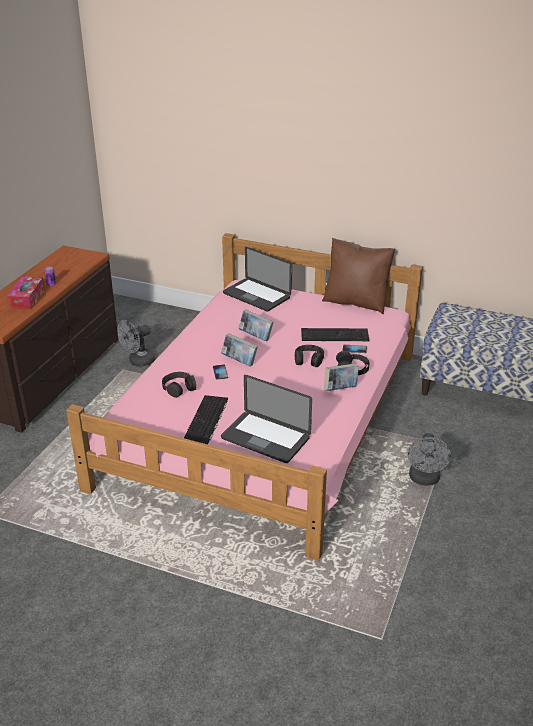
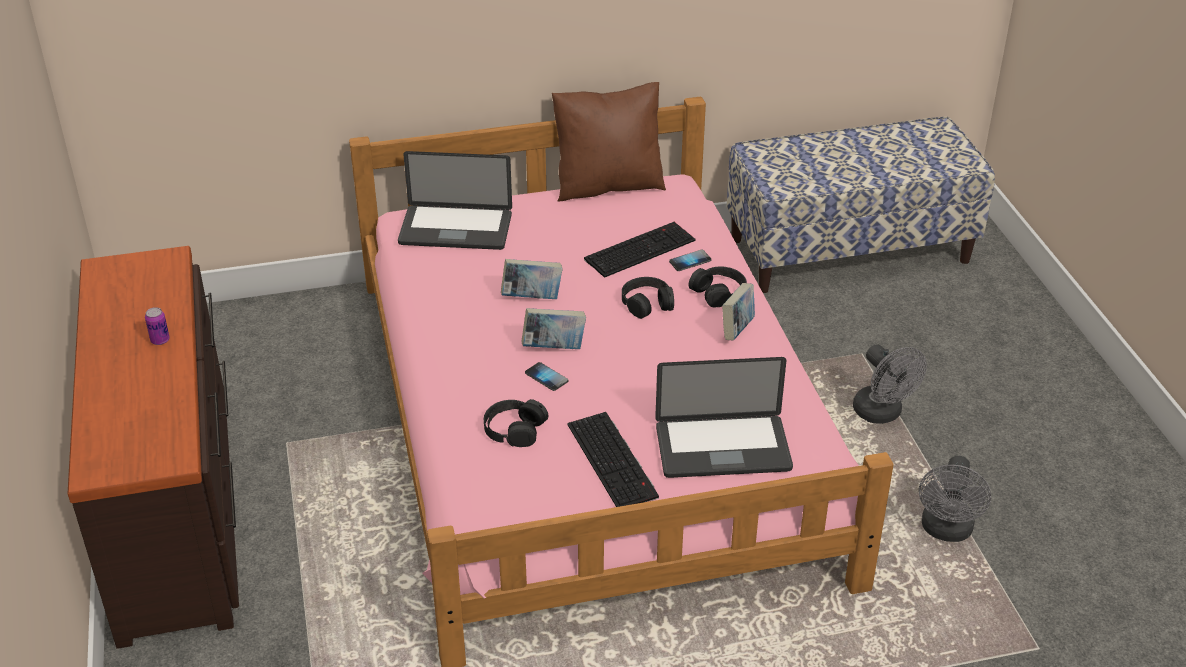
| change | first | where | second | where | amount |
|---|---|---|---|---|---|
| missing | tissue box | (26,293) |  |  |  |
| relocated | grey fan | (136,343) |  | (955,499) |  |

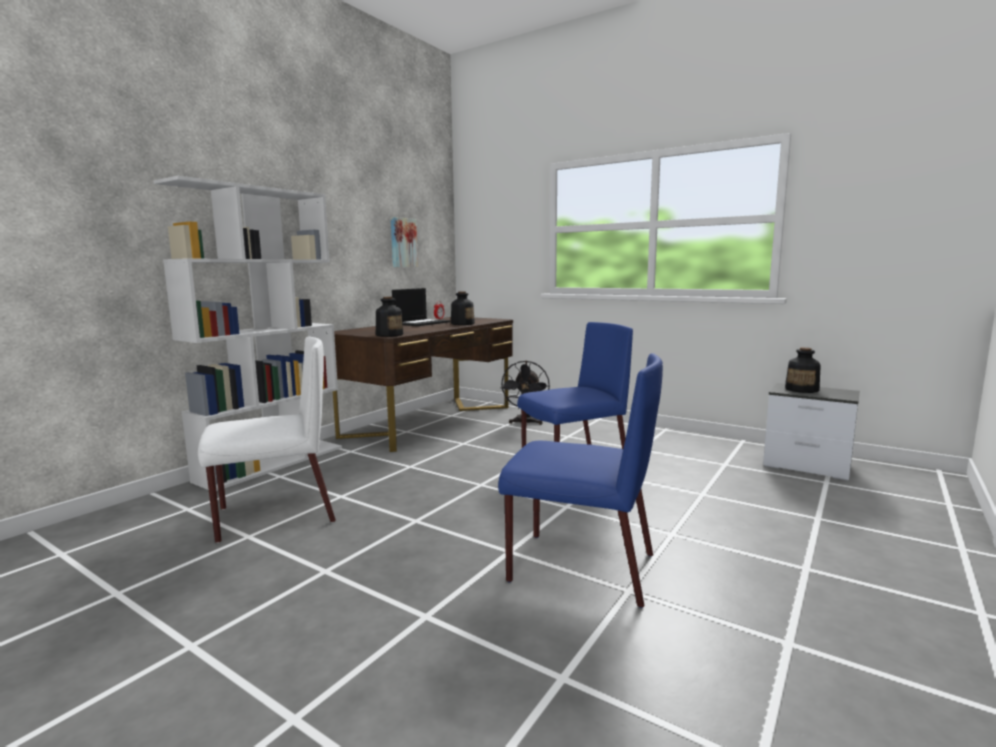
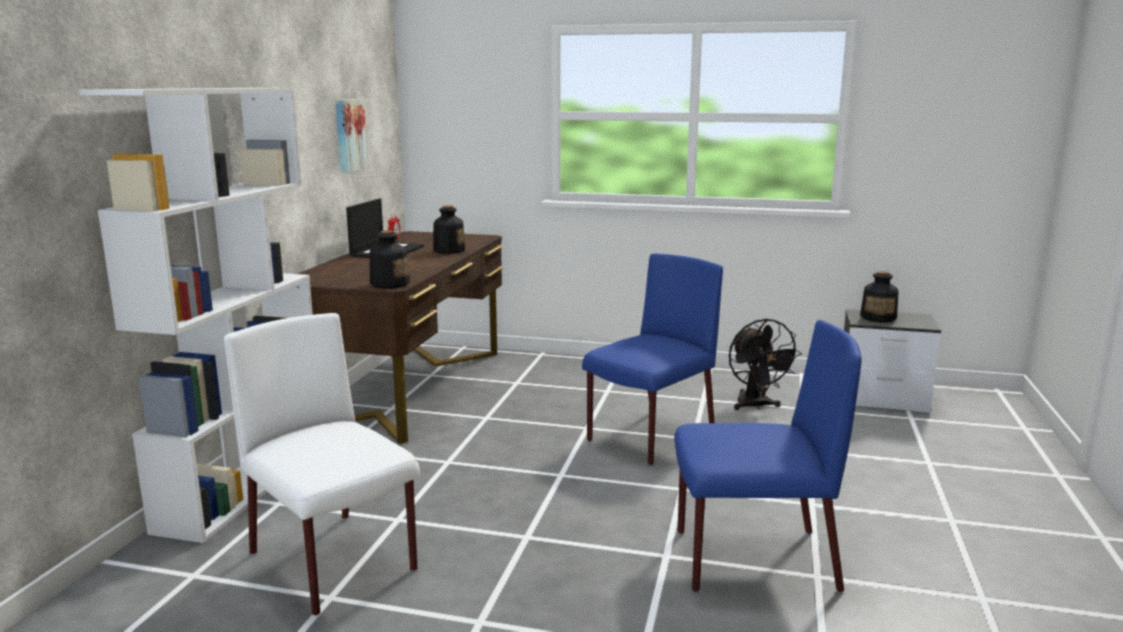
| change | first | where | second | where | amount |
|---|---|---|---|---|---|
| relocated | black fan | (525,393) |  | (765,364) |  |
| spun | white chair | (267,439) |  | (322,464) | 90 degrees counterclockwise |

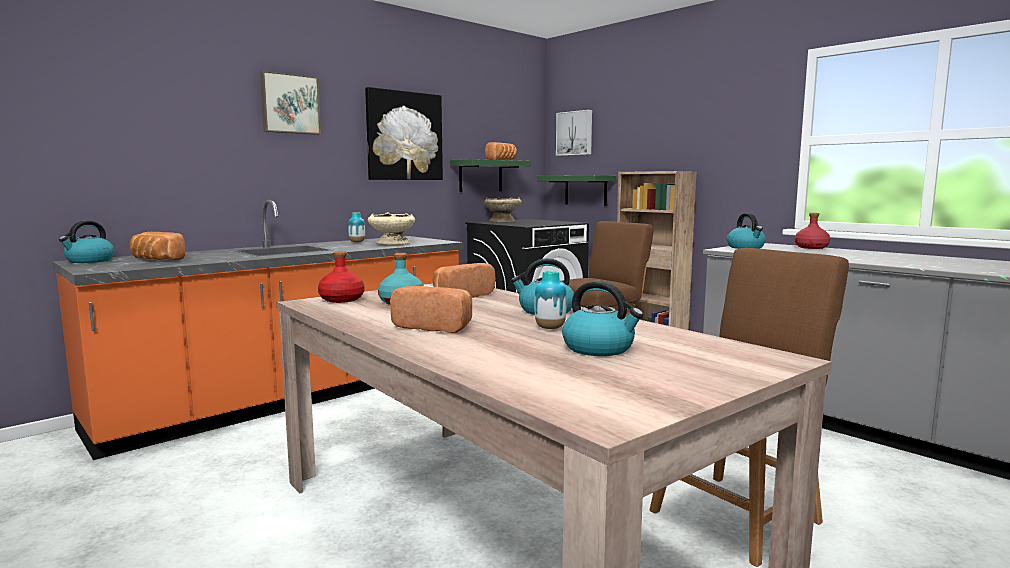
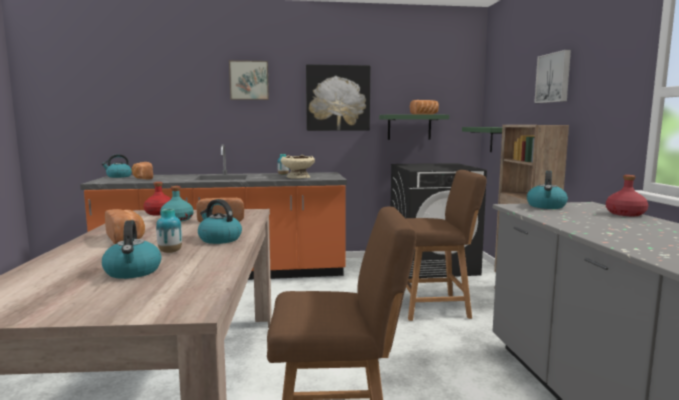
| change | first | where | second | where | amount |
|---|---|---|---|---|---|
| missing | beige bowl | (503,209) |  |  |  |
| relocated | picture | (574,133) |  | (552,76) |  |

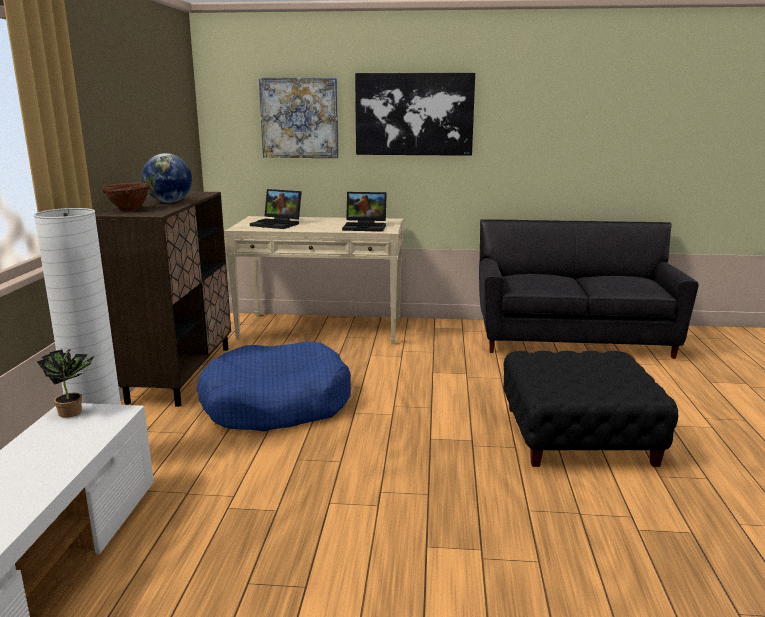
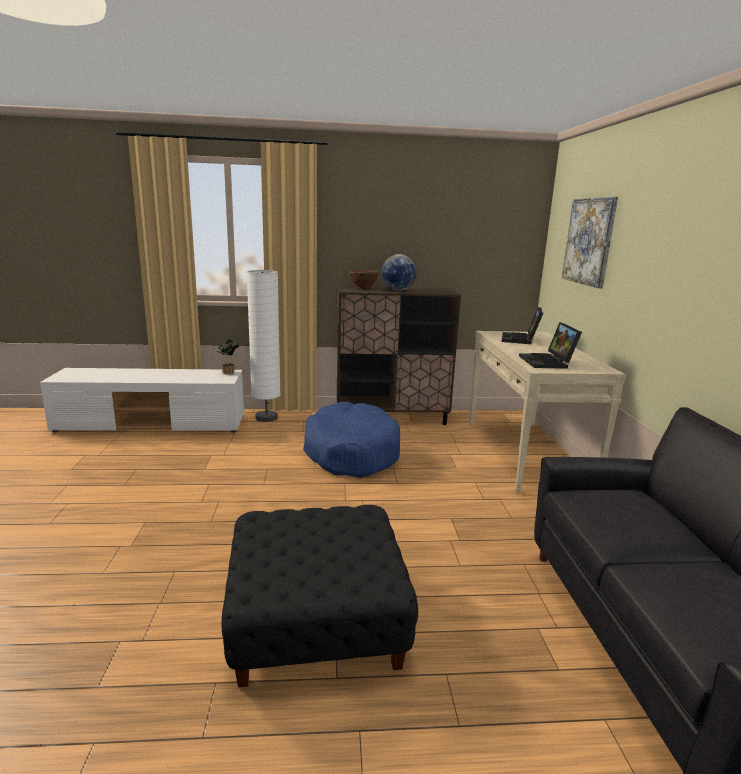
| change | first | where | second | where | amount |
|---|---|---|---|---|---|
| missing | picture | (415,114) |  |  |  |

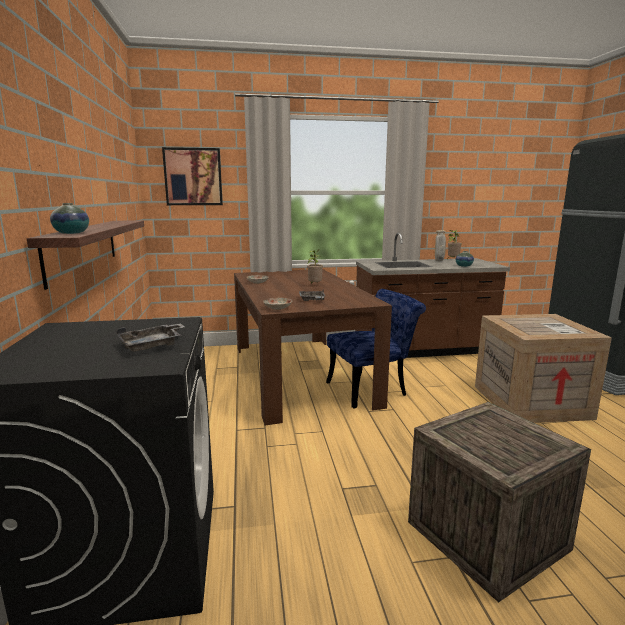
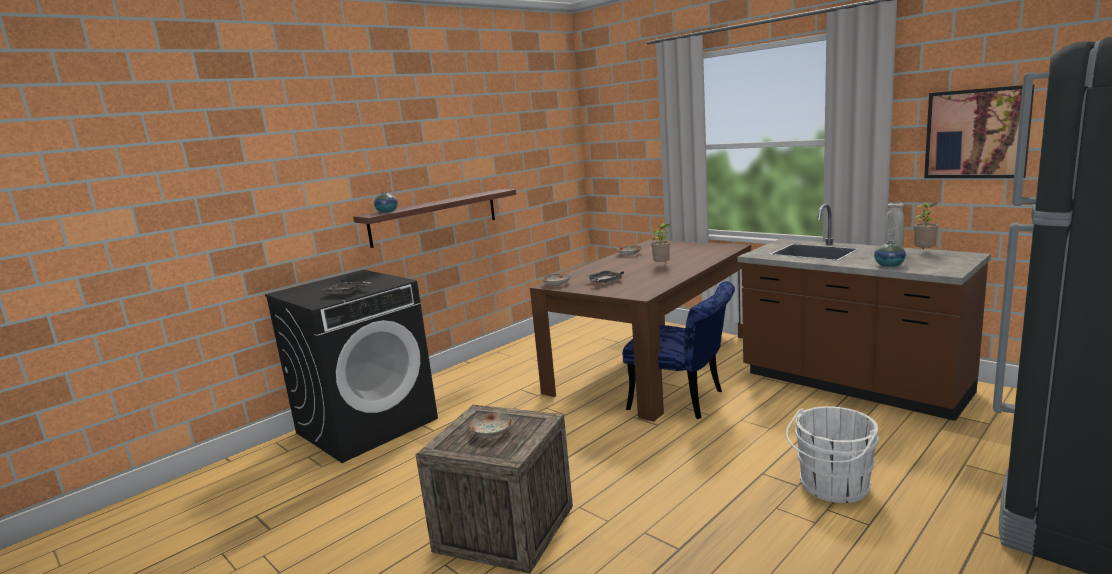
| change | first | where | second | where | amount |
|---|---|---|---|---|---|
| appeared |  |  | plate | (491,425) |  |
| relocated | picture | (192,176) |  | (979,131) |  |
| exchanged | crate | (543,368) | white bucket | (832,454) |  |

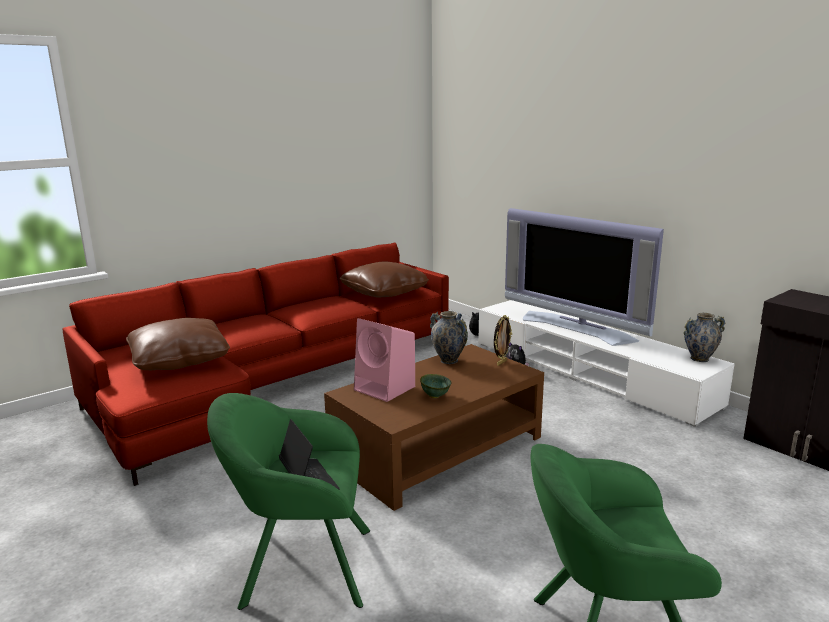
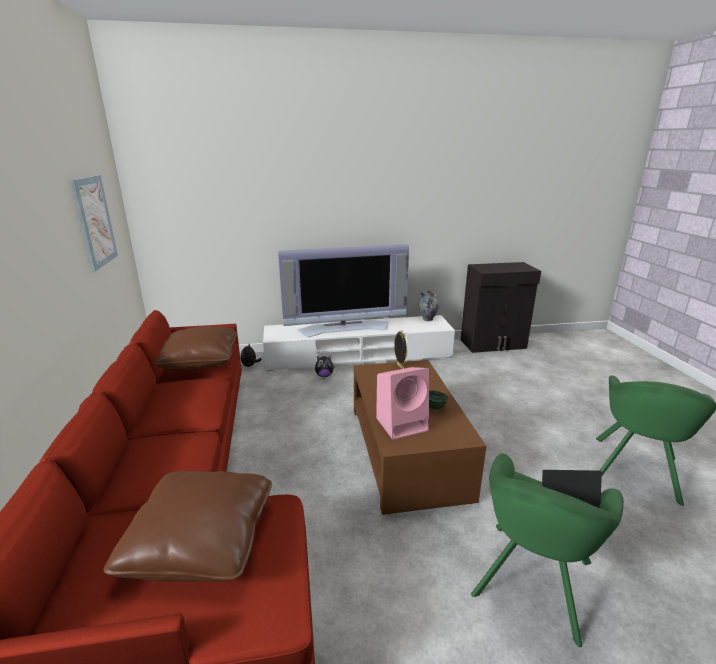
| change | first | where | second | where | amount |
|---|---|---|---|---|---|
| missing | vase | (449,337) |  |  |  |
| appeared |  |  | picture | (94,223) |  |

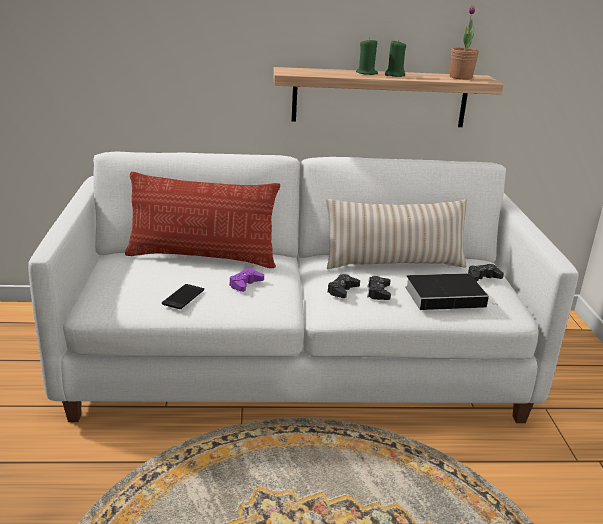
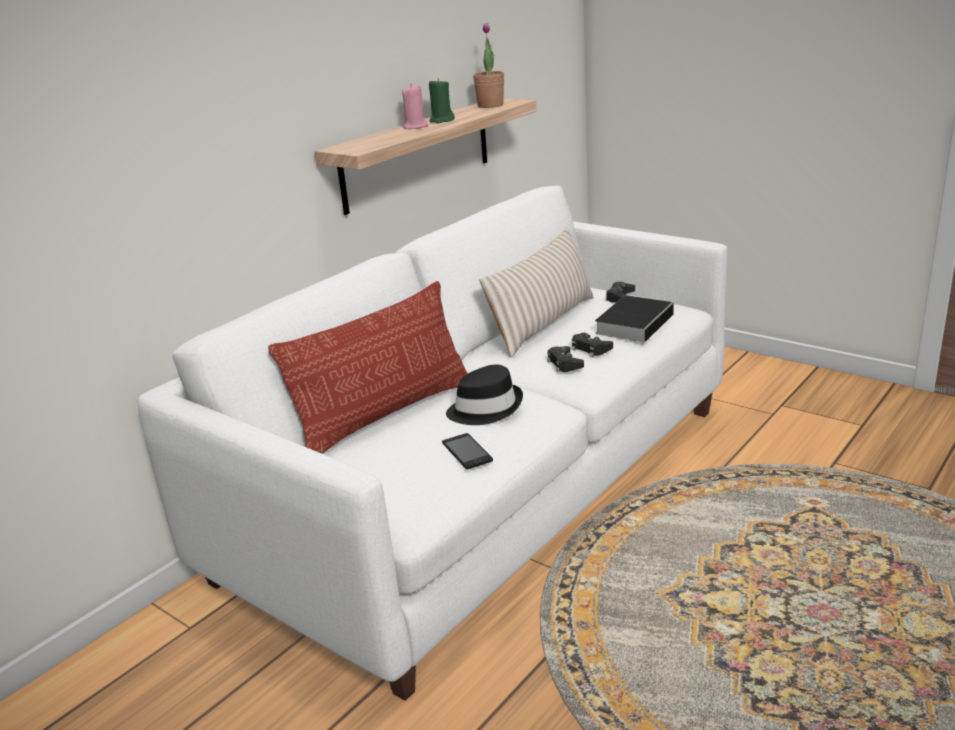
| change | first | where | second | where | amount |
|---|---|---|---|---|---|
| exchanged | purple game controller | (246,280) | black hat | (484,394) |  |
| colour | green candle | (367,56) | pink candle | (415,106) |  |

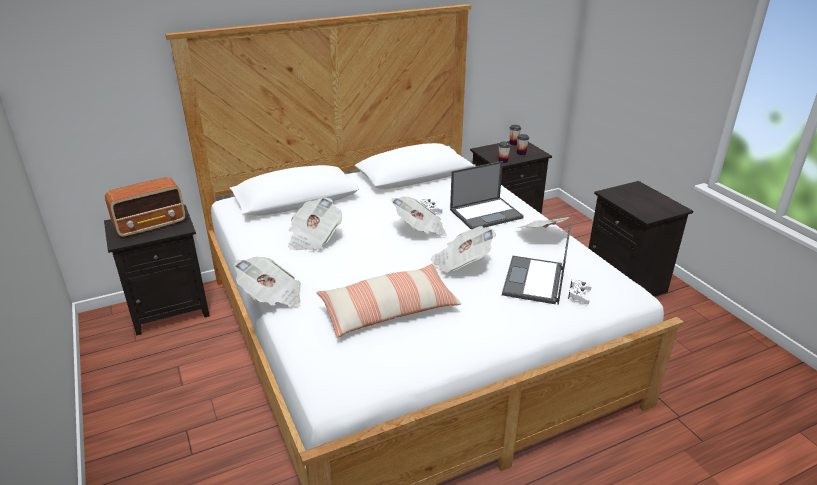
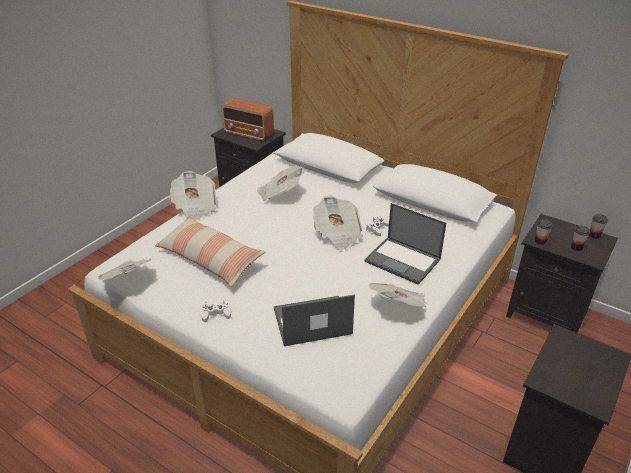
| change | first | where | second | where | amount |
|---|---|---|---|---|---|
| relocated | newspaper | (463,250) |  | (125,269) |  |
| relocated | white game controller | (580,291) |  | (216,311) |  |

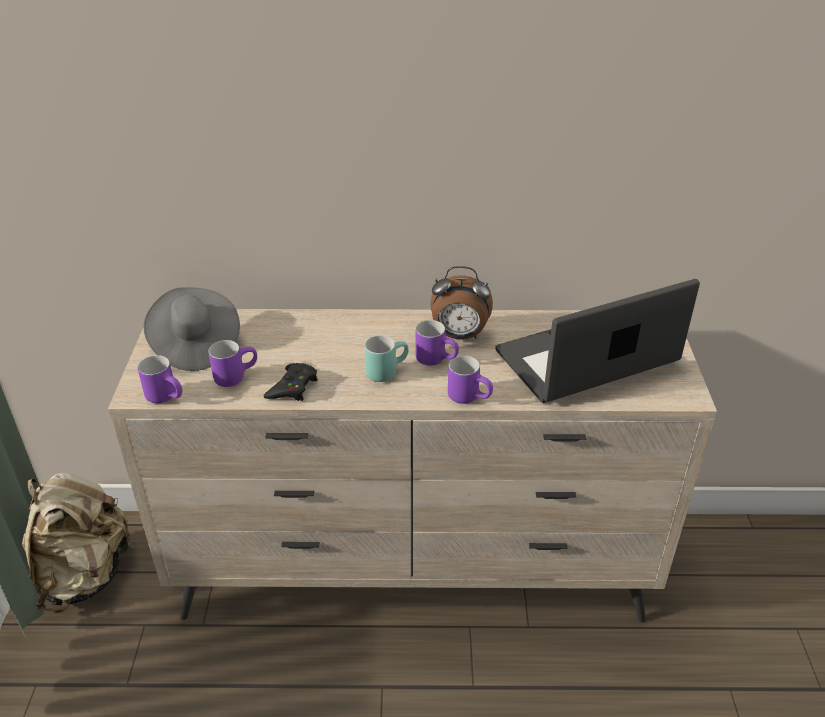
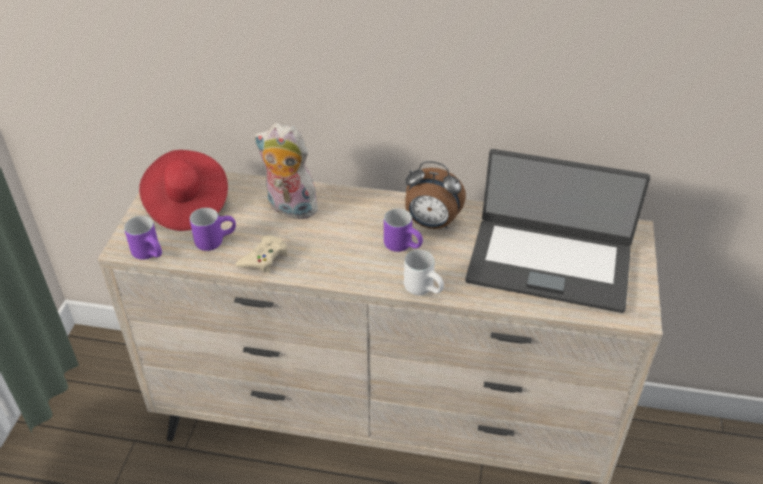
| change | first | where | second | where | amount |
|---|---|---|---|---|---|
| missing | beige backpack | (78,543) |  |  |  |
| missing | turquoise mug | (387,358) |  |  |  |
| appeared |  |  | plush toy | (288,171) |  |
| colour | grey hat | (191,329) | red hat | (183,190) |  |
| colour | black game controller | (290,382) | beige game controller | (261,254) |  |
| colour | purple mug | (470,380) | white mug | (424,272) |  |
| spun | laptop | (598,341) |  | (557,231) | 150 degrees counterclockwise |

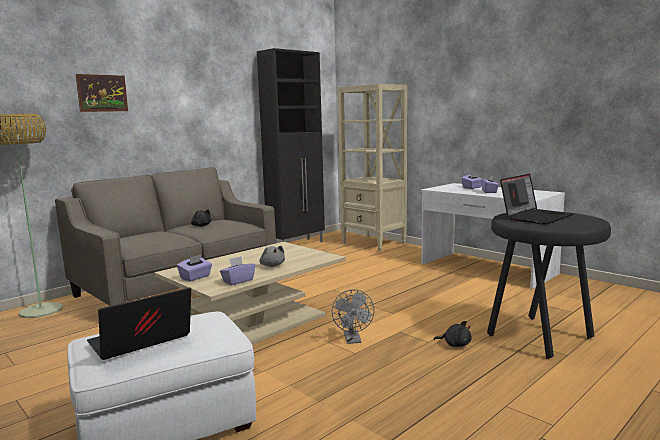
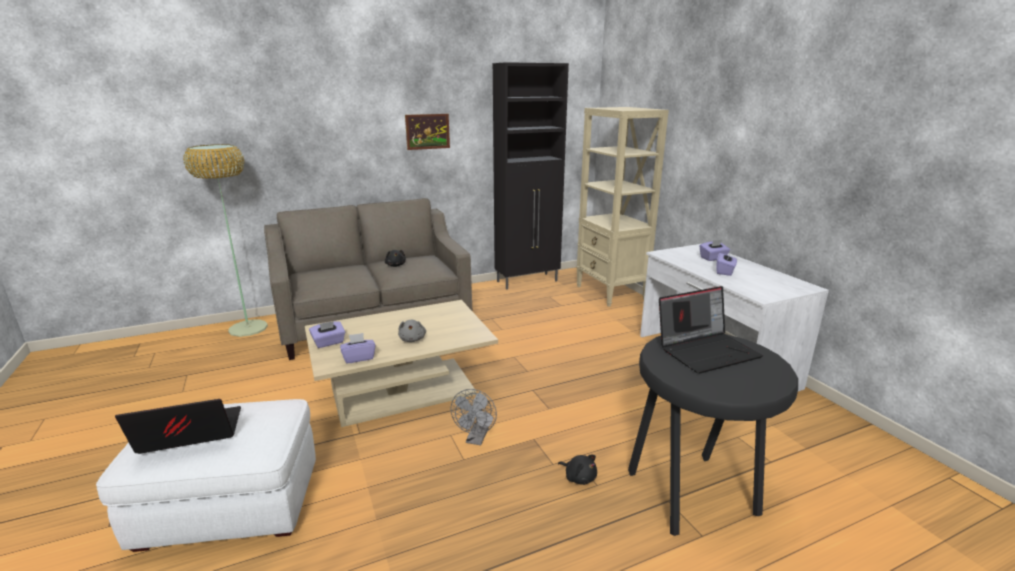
| change | first | where | second | where | amount |
|---|---|---|---|---|---|
| relocated | picture | (102,93) |  | (427,132) |  |

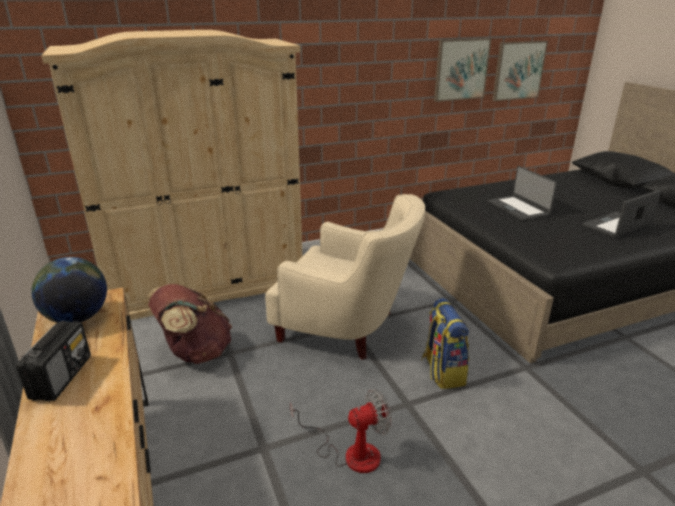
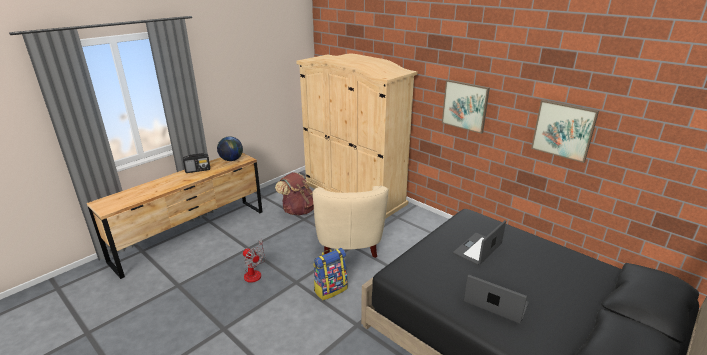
| change | first | where | second | where | amount |
|---|---|---|---|---|---|
| relocated | picture | (520,71) |  | (466,107) |  |

